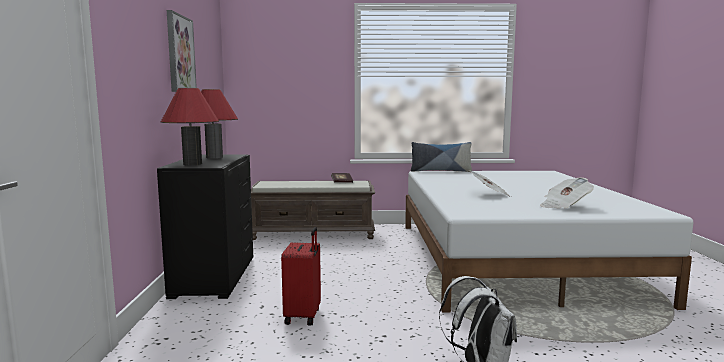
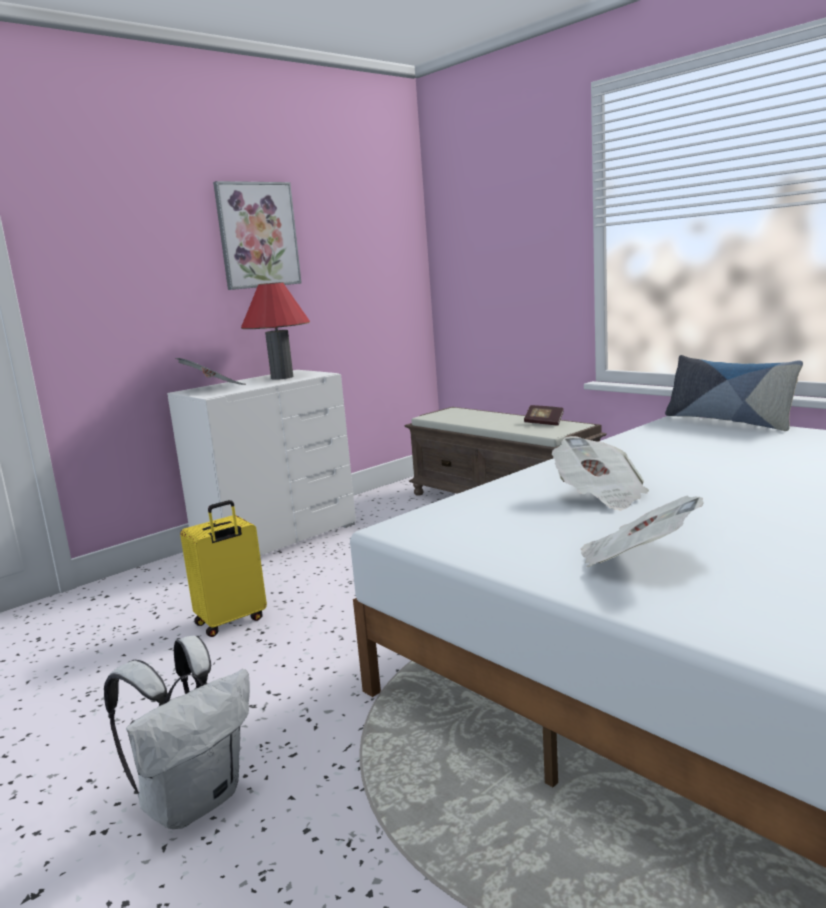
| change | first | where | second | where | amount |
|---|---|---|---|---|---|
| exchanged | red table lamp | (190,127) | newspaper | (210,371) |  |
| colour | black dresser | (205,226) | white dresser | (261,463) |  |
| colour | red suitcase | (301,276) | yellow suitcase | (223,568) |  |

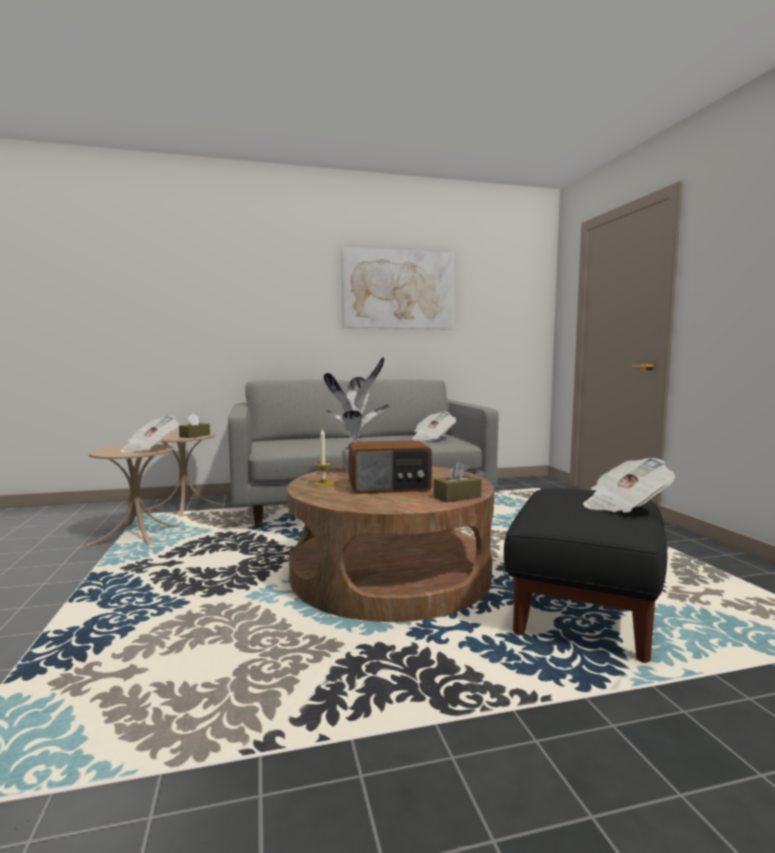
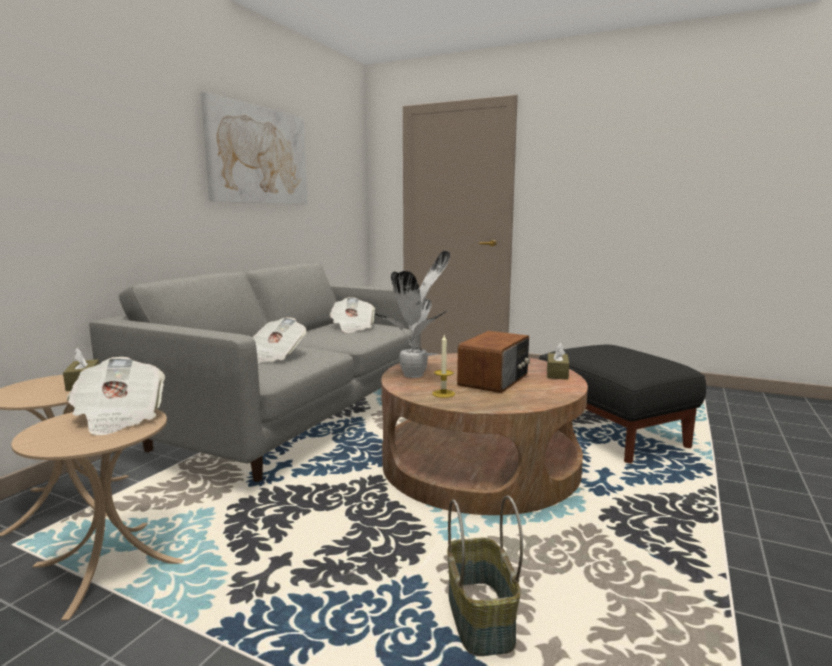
| change | first | where | second | where | amount |
|---|---|---|---|---|---|
| appeared |  |  | basket | (485,576) |  |
| relocated | newspaper | (629,485) |  | (279,340) |  |

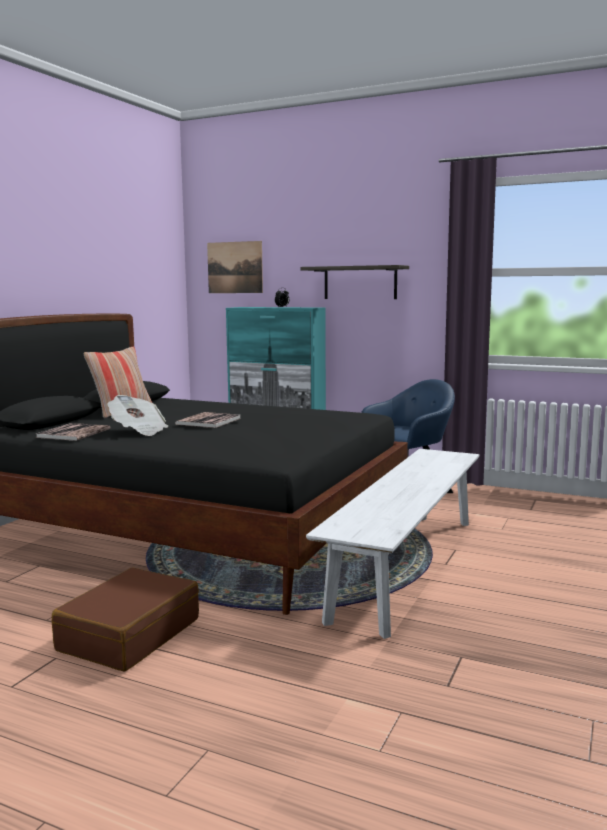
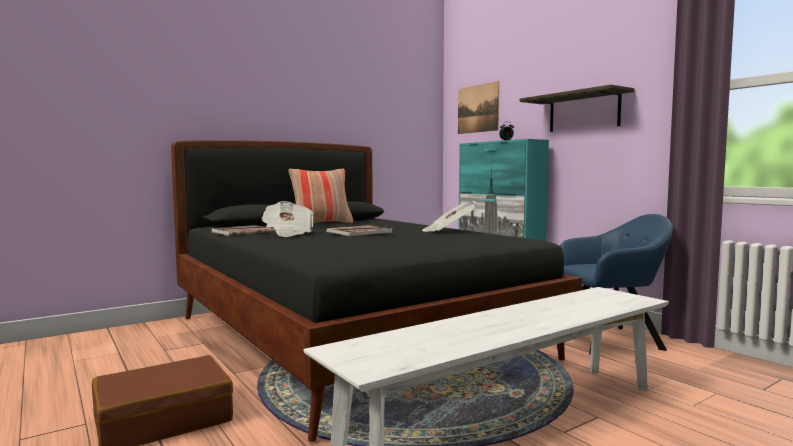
| change | first | where | second | where | amount |
|---|---|---|---|---|---|
| appeared |  |  | newspaper | (449,216) |  |

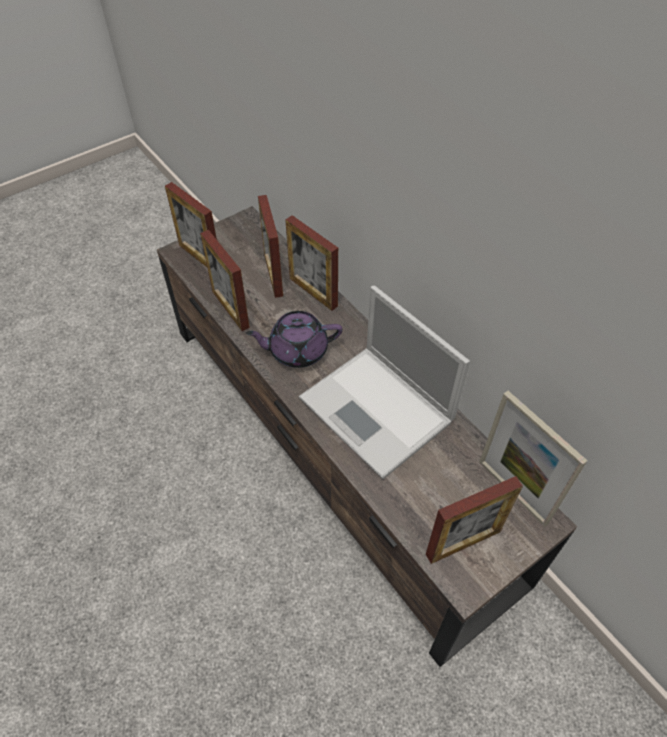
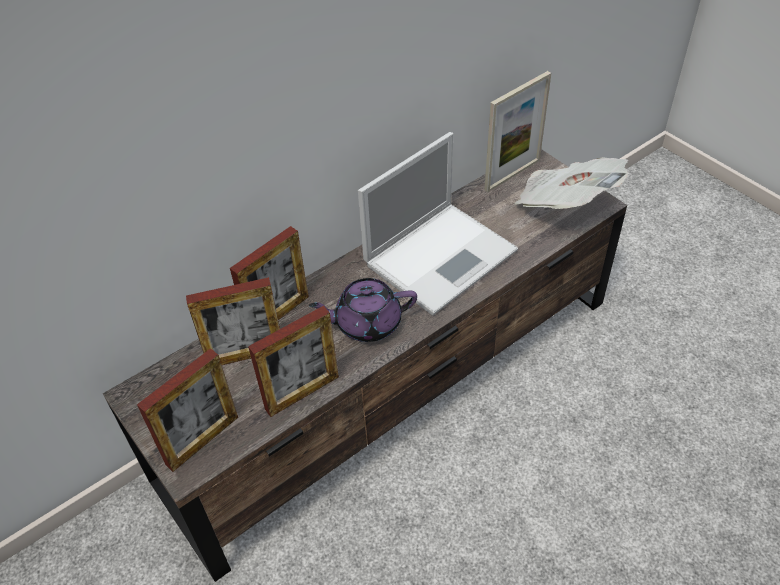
| change | first | where | second | where | amount |
|---|---|---|---|---|---|
| exchanged | picture frame | (474,520) | newspaper | (571,183) |  |
| spun | purple teapot | (294,339) |  | (363,310) | 90 degrees clockwise |

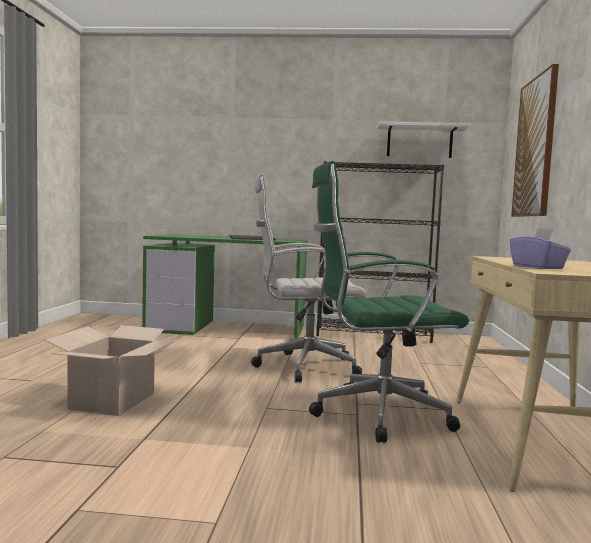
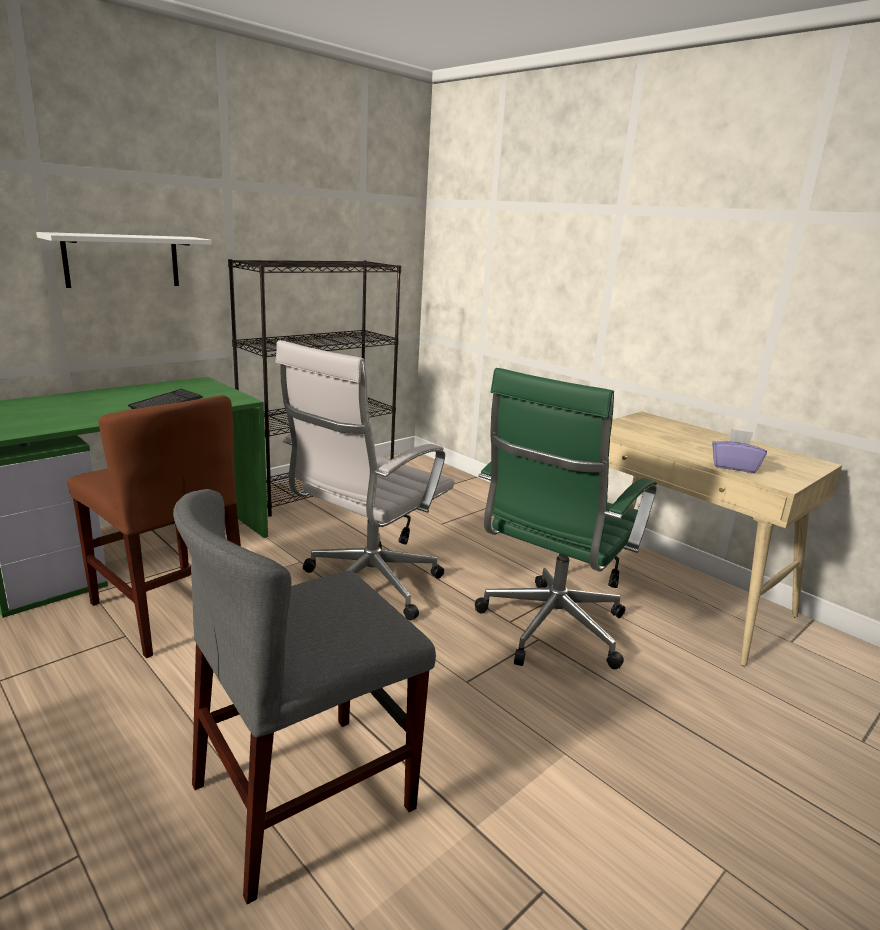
| change | first | where | second | where | amount |
|---|---|---|---|---|---|
| missing | picture | (535,140) |  |  |  |
| appeared |  |  | brown chair | (154,526) |  |
| relocated | white shelf | (423,140) |  | (124,260) |  |
| exchanged | cardboard box | (111,370) | grey chair | (304,697) |  |

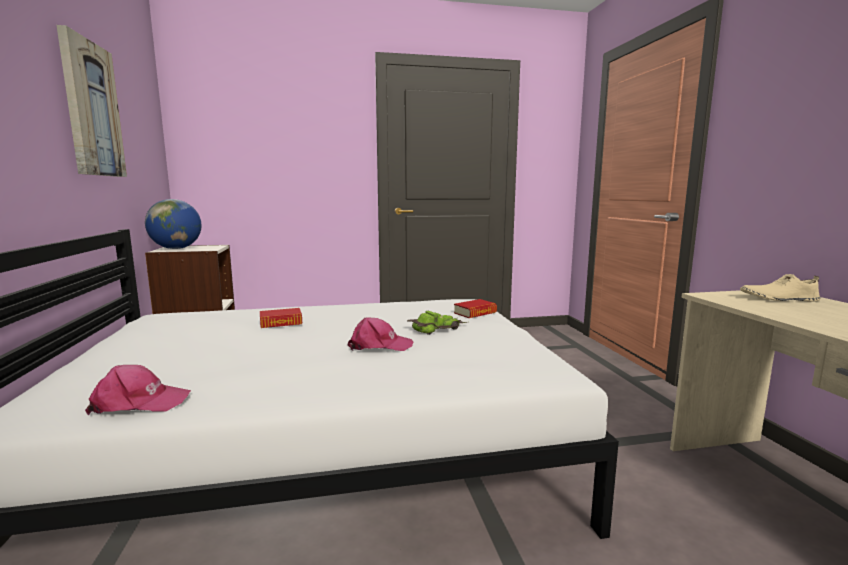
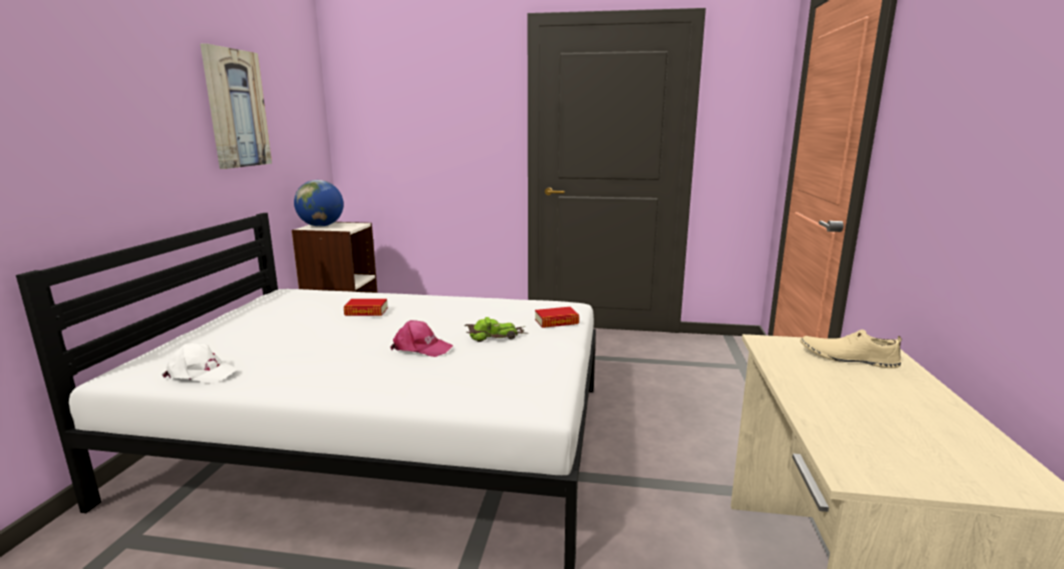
| change | first | where | second | where | amount |
|---|---|---|---|---|---|
| colour | pink cap | (138,390) | white cap | (200,363) |  |

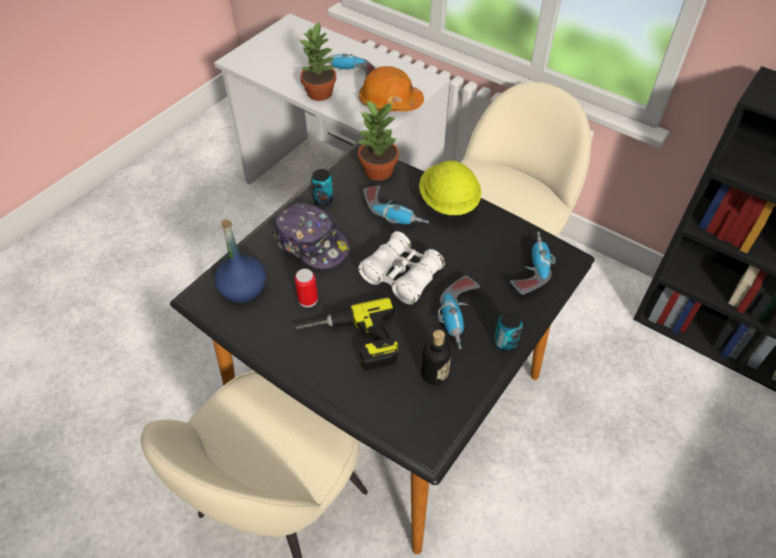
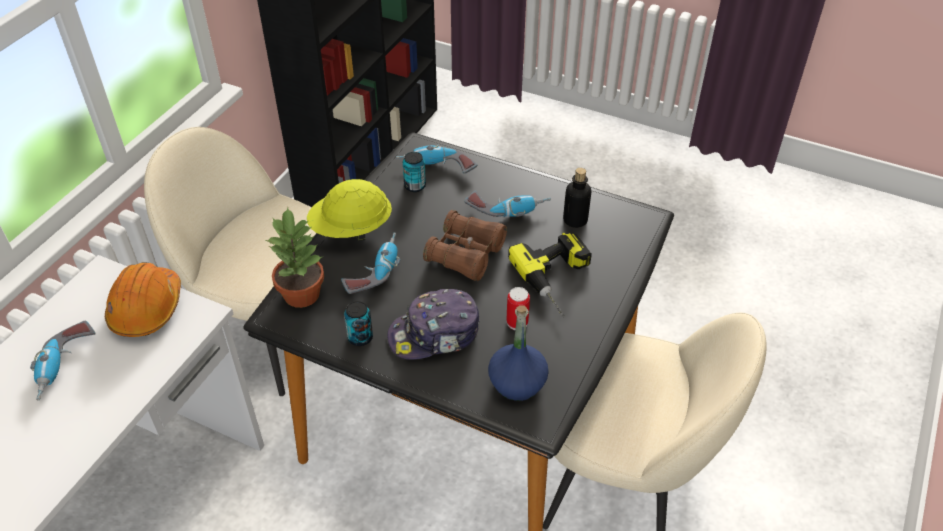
| change | first | where | second | where | amount |
|---|---|---|---|---|---|
| missing | potted plant | (318,61) |  |  |  |
| relocated | can | (508,331) |  | (414,172) |  |
| colour | white binoculars | (401,268) | brown binoculars | (465,245) |  |
| spun | cap | (311,236) |  | (433,324) | 135 degrees counterclockwise |

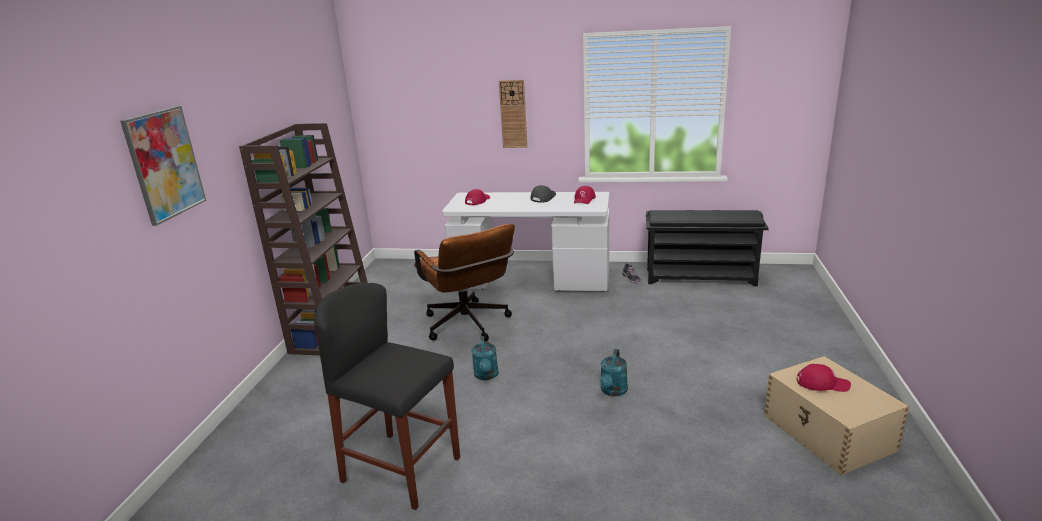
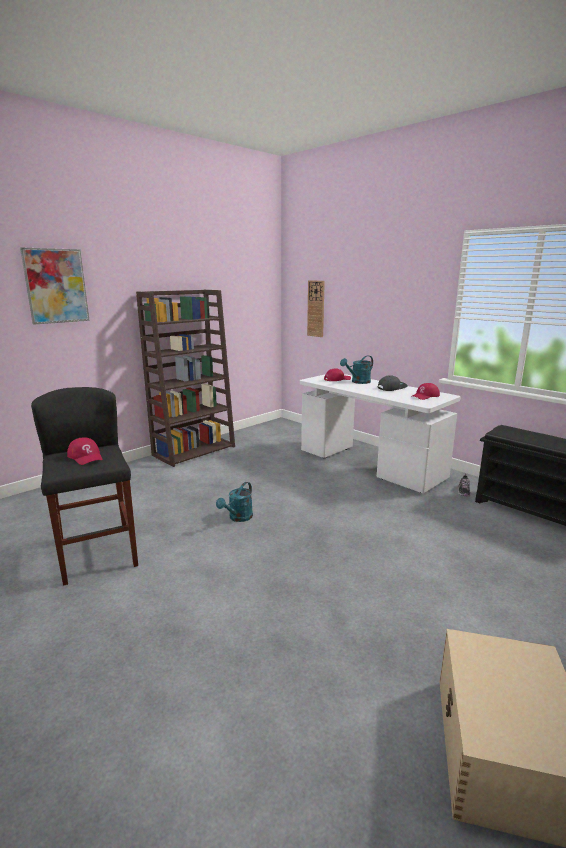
| change | first | where | second | where | amount |
|---|---|---|---|---|---|
| missing | brown office chair | (464,282) |  |  |  |
| relocated | wall clock | (513,114) |  | (316,309) |  |
| relocated | turquoise watering can | (614,373) |  | (356,369) |  |
| relocated | red cap | (824,378) |  | (85,451) |  |

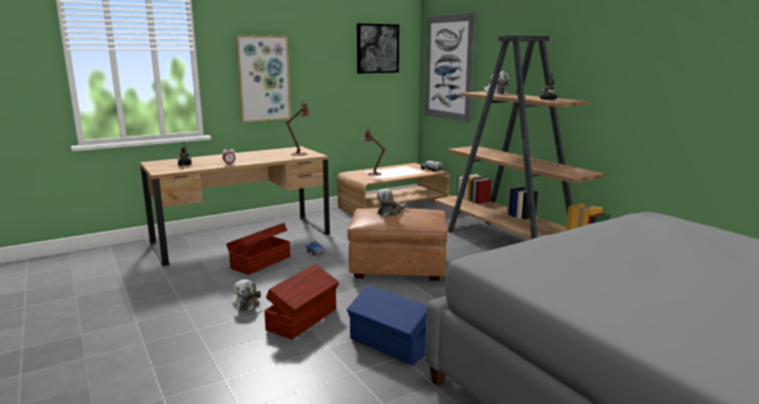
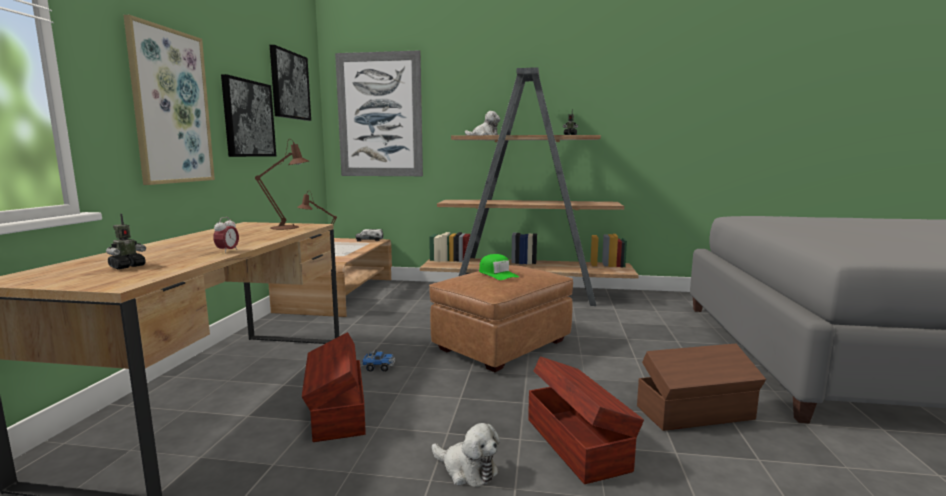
| change | first | where | second | where | amount |
|---|---|---|---|---|---|
| appeared |  |  | picture | (248,115) |  |
| exchanged | plush toy | (392,203) | green cap | (499,267) |  |
| colour | blue storage box | (387,325) | brown storage box | (701,387) |  |

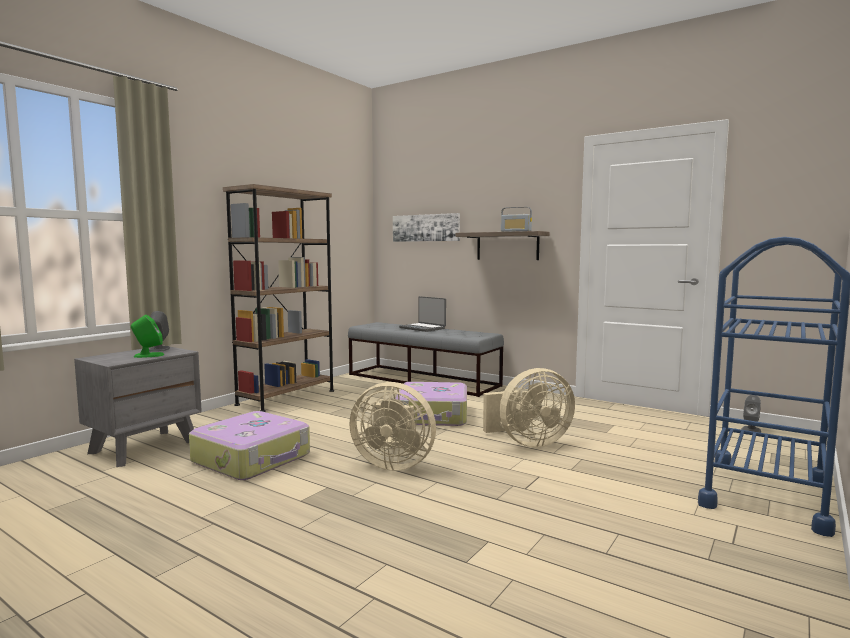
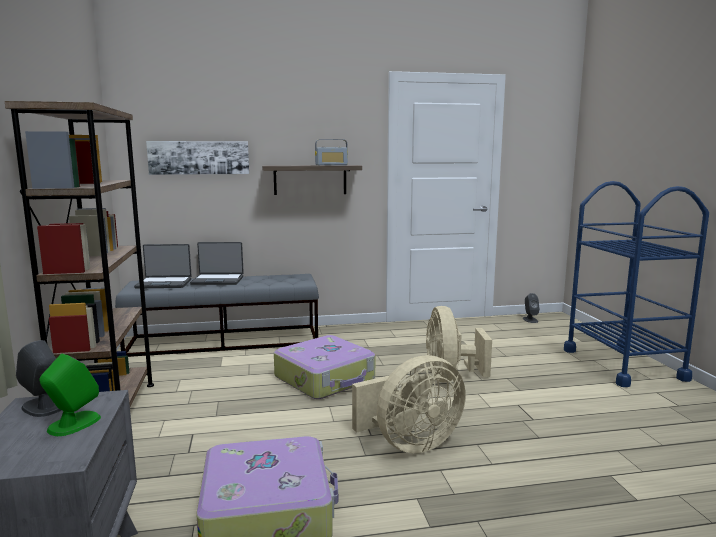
| change | first | where | second | where | amount |
|---|---|---|---|---|---|
| appeared |  |  | laptop | (163,266) |  |
| spun | beige fan | (529,407) |  | (459,344) | 150 degrees clockwise |

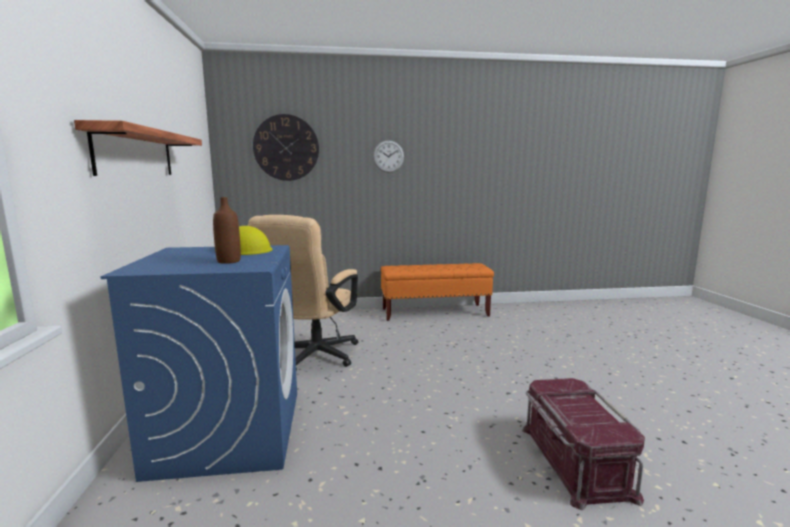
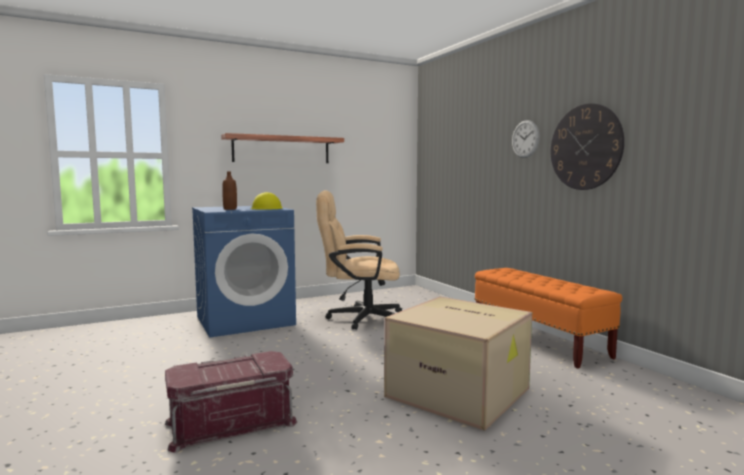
| change | first | where | second | where | amount |
|---|---|---|---|---|---|
| appeared |  |  | cardboard box | (458,364) |  |
| relocated | wall clock | (286,147) |  | (587,146) |  |

